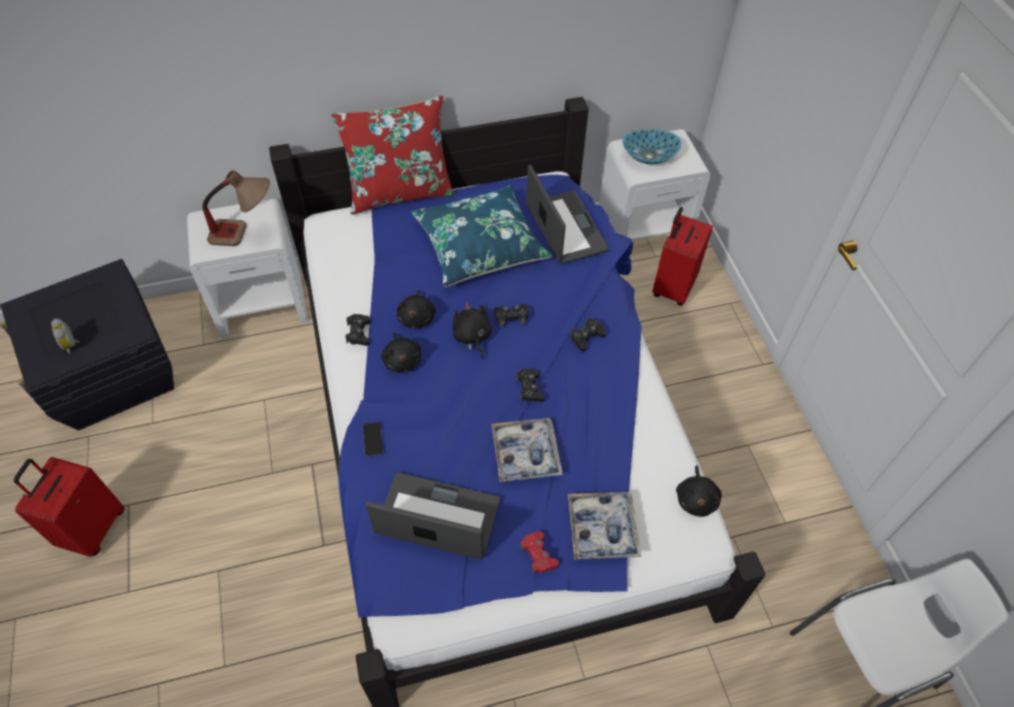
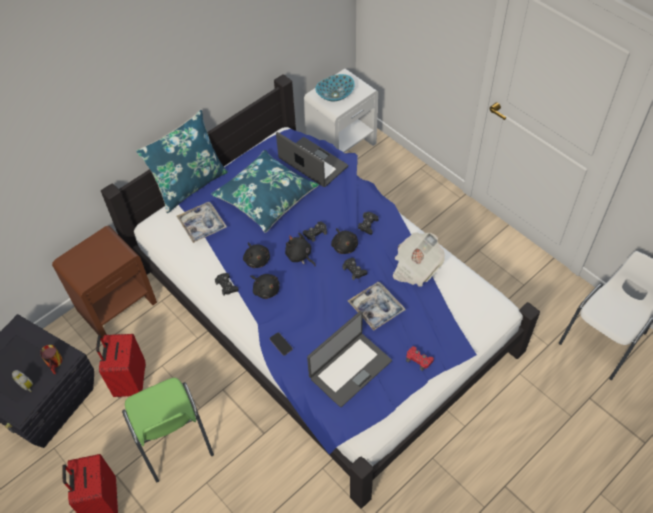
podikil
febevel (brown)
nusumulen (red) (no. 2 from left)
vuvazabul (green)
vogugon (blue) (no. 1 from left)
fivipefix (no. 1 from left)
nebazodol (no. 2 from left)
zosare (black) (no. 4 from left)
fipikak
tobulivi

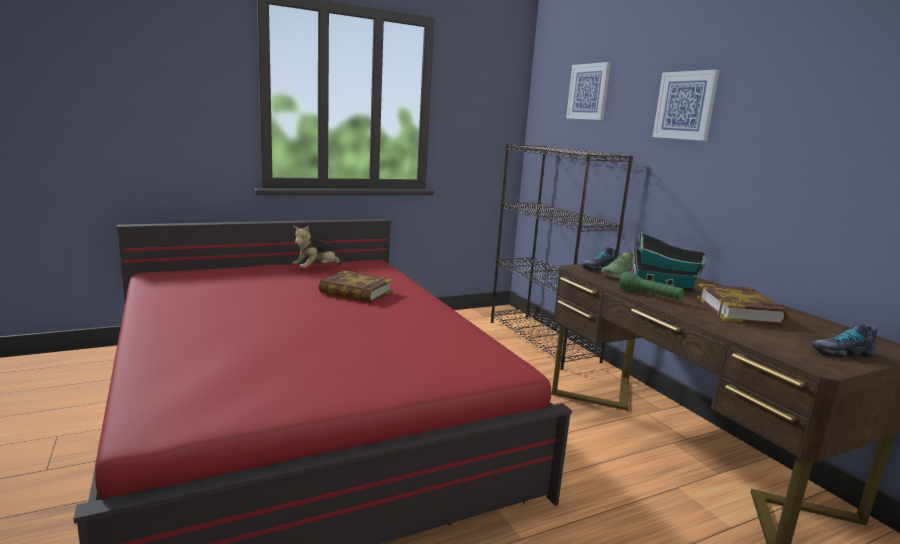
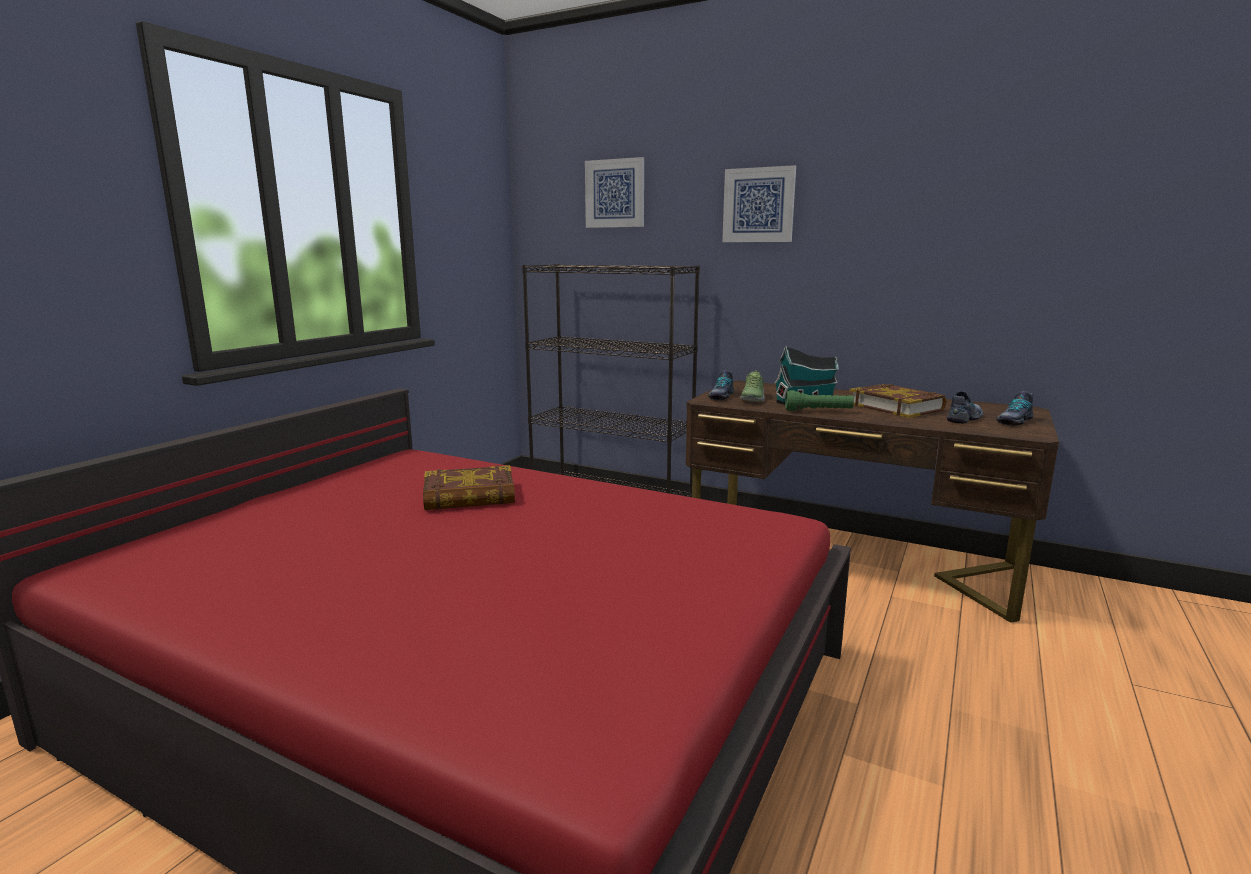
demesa (no. 3 from left)
zosare

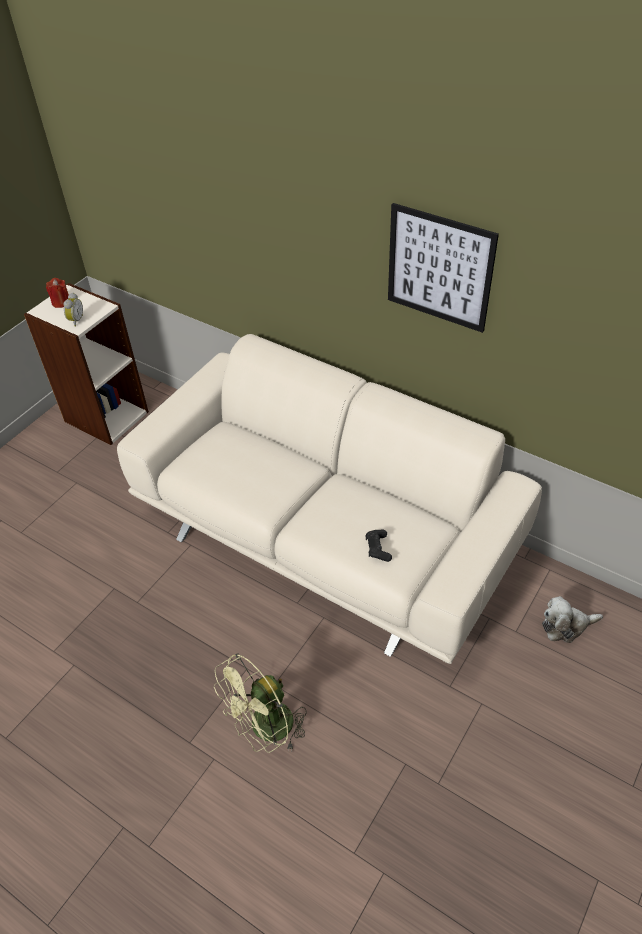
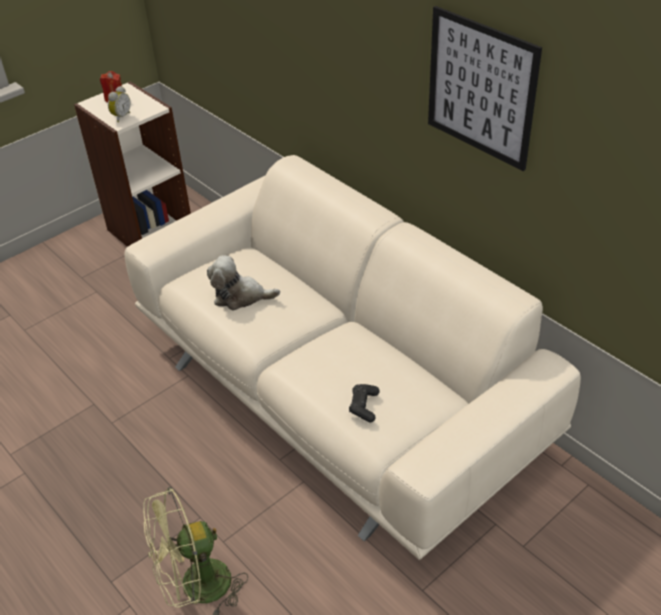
zosare

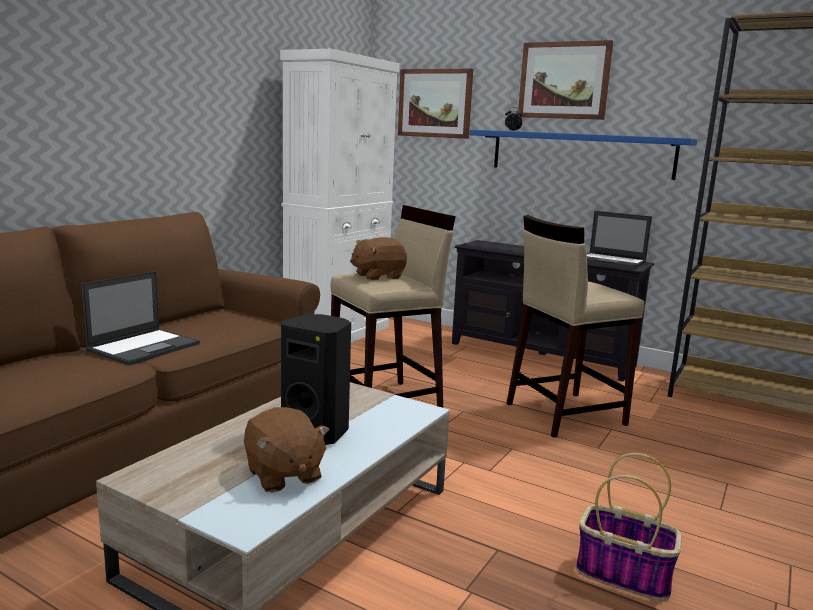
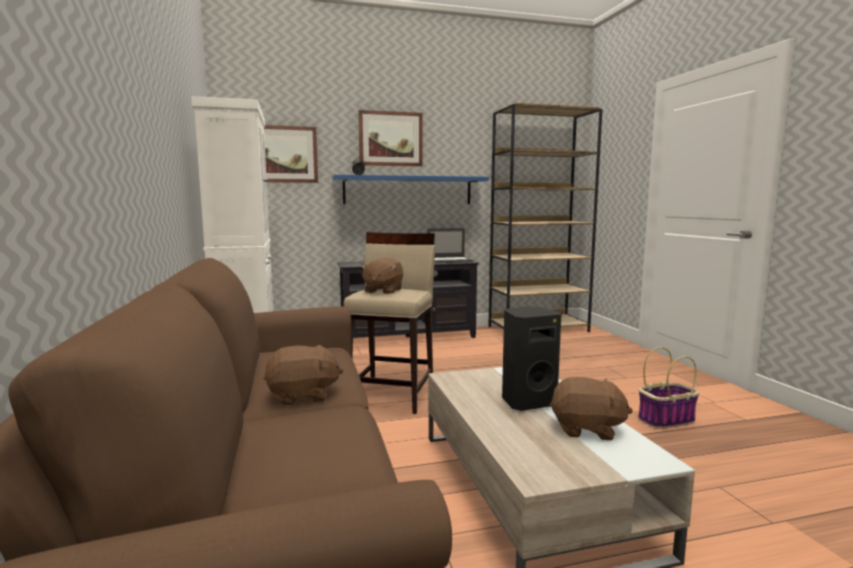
zosare (brown) (no. 1 from left)
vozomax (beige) (no. 2 from left in the first image)

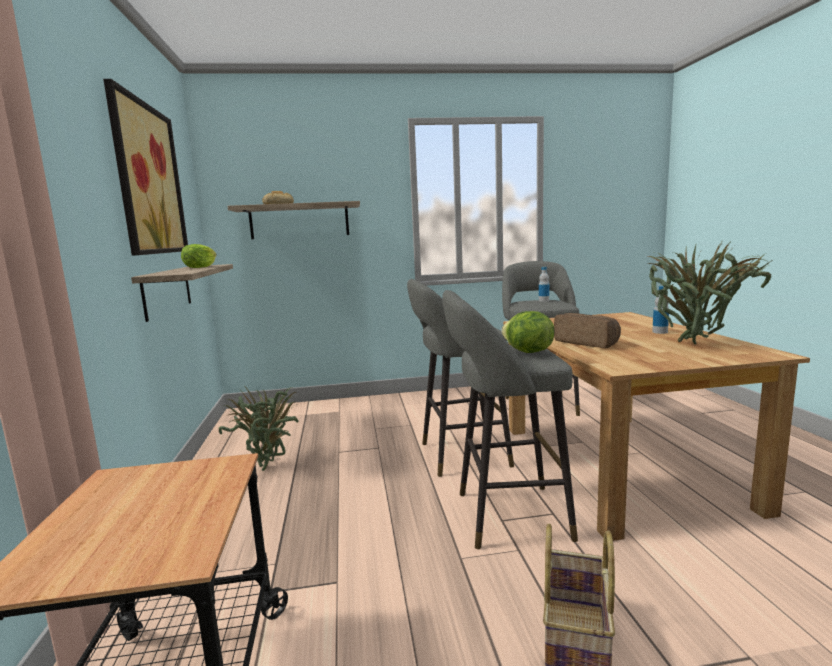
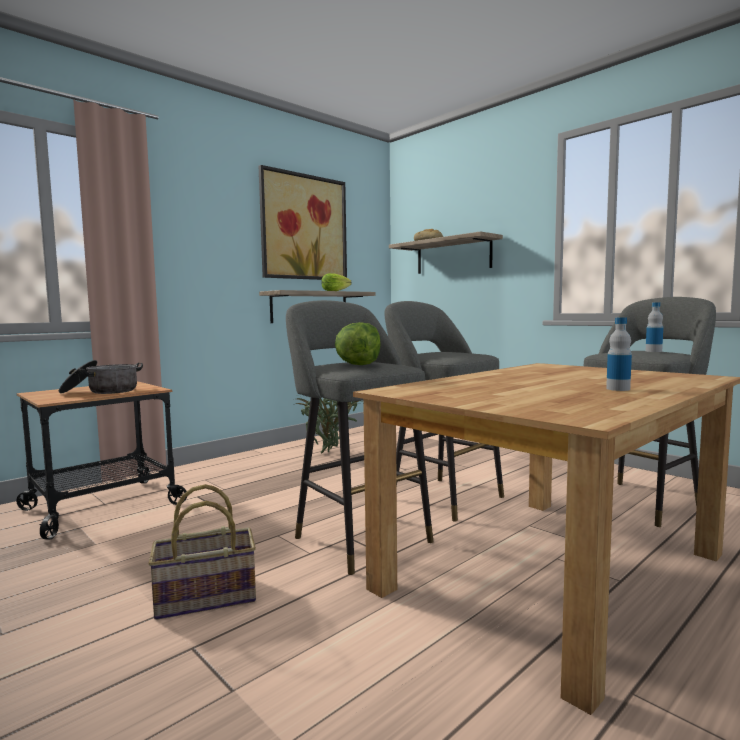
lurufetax
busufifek (no. 2 from left in the first image)
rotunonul (no. 2 from left in the first image)

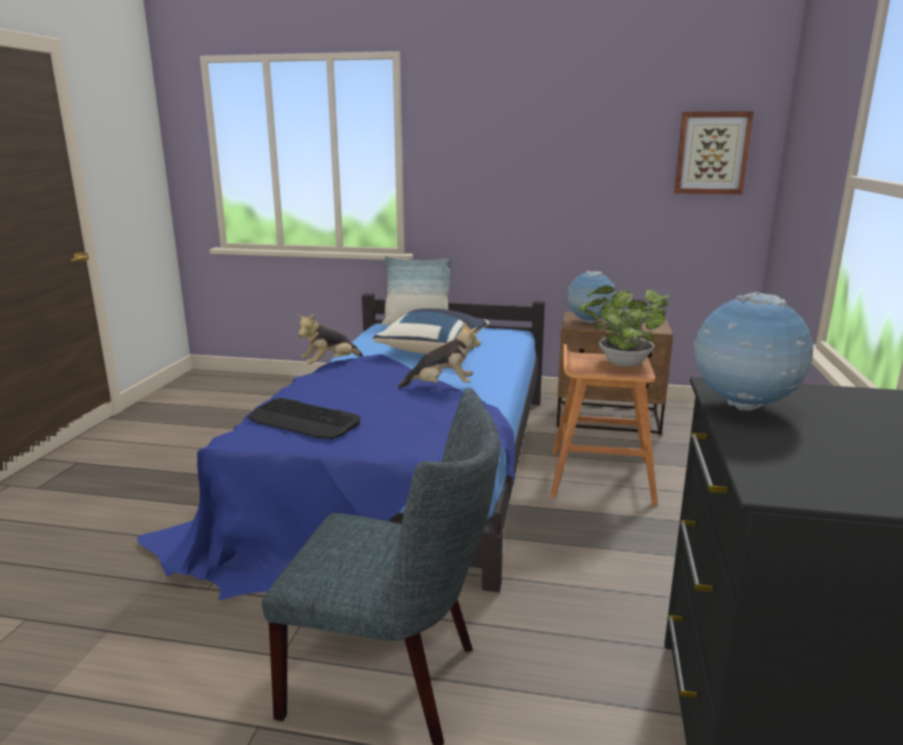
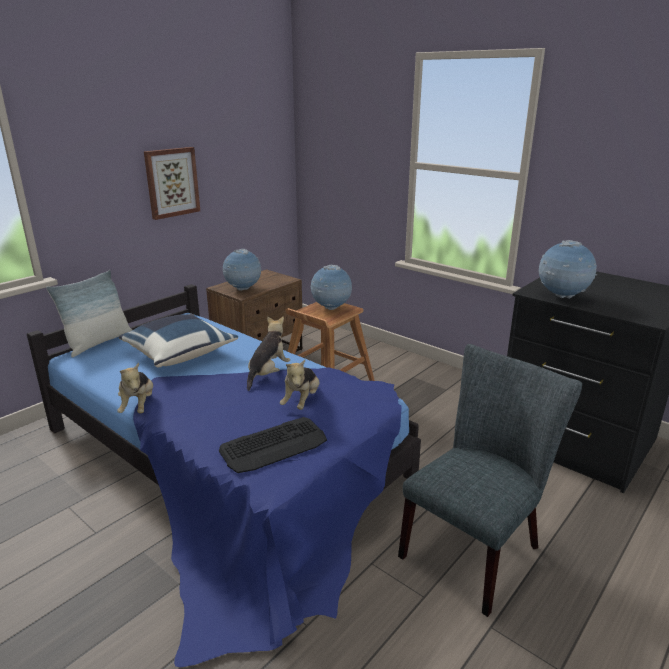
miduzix
zosare (no. 3 from left)
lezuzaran (no. 2 from left)

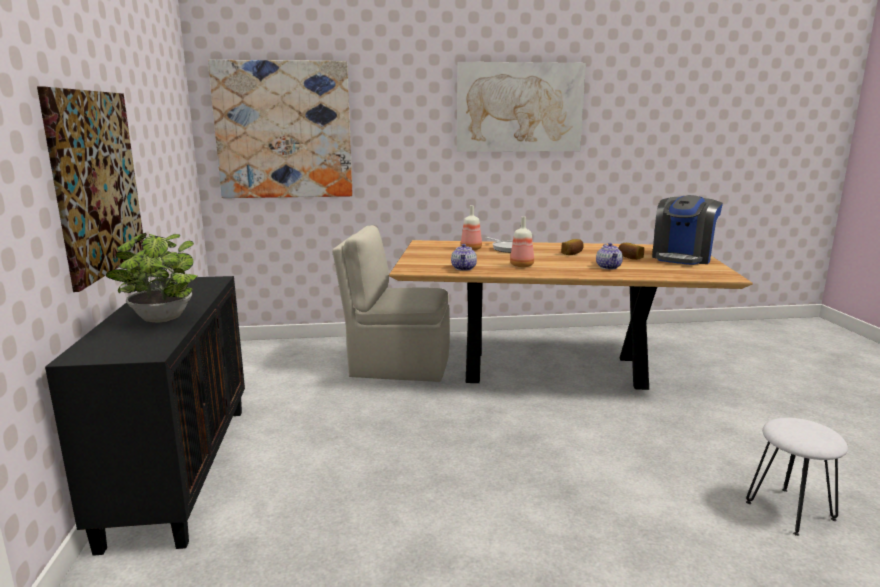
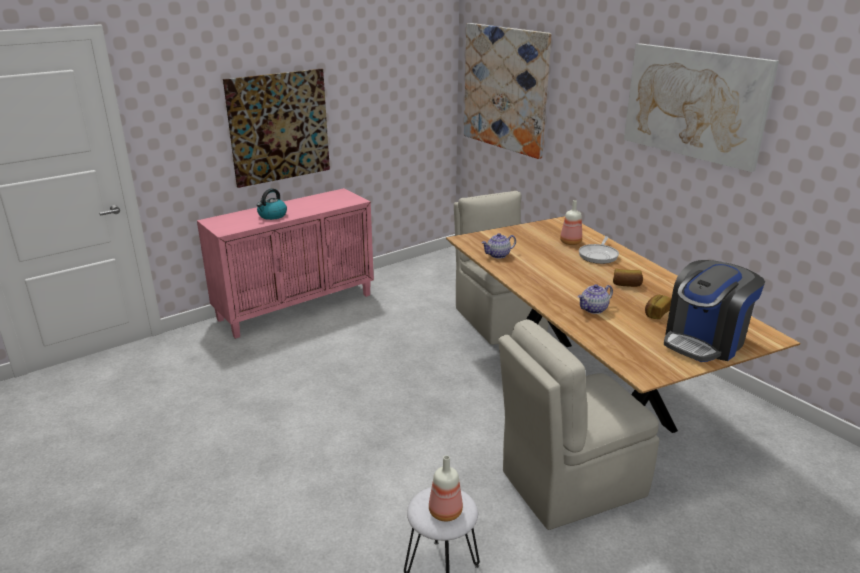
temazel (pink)
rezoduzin
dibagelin (no. 1 from left)
vuvazabul (beige) (no. 2 from left)
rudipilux

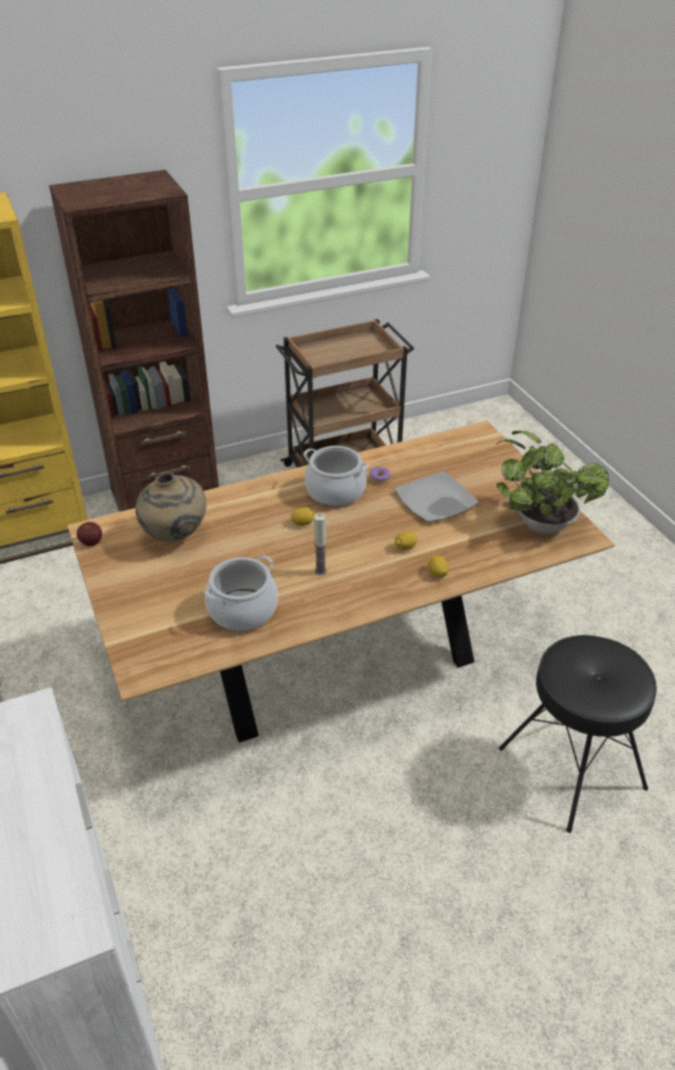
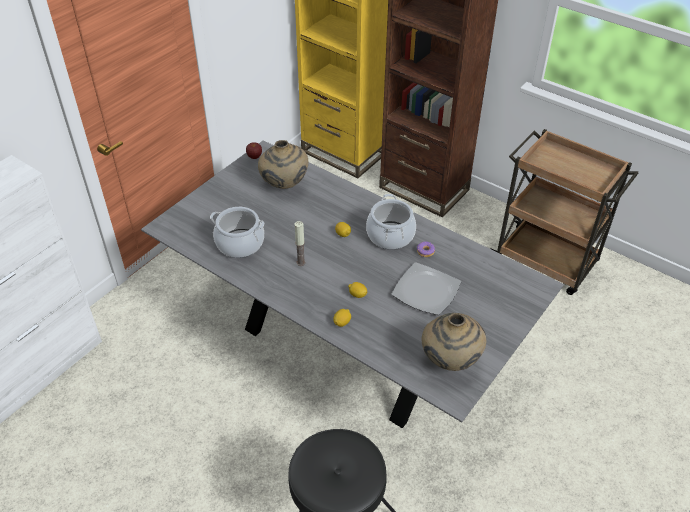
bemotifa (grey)
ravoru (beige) (no. 2 from left)

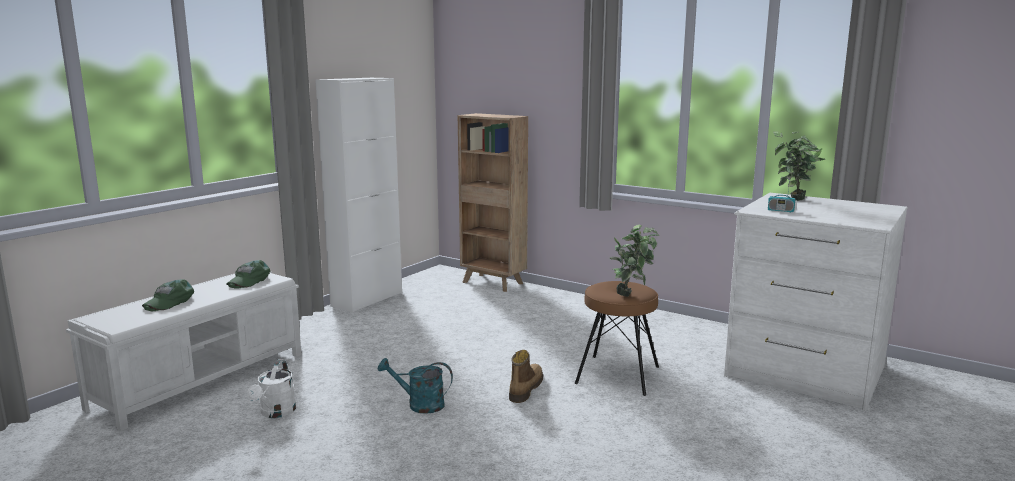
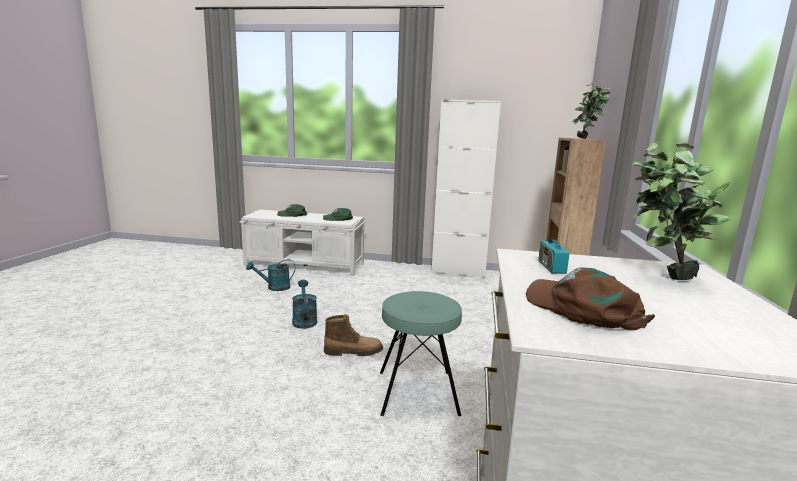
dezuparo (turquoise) (no. 1 from left)
vozomax (turquoise)
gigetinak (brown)
rotunonul (no. 1 from left)

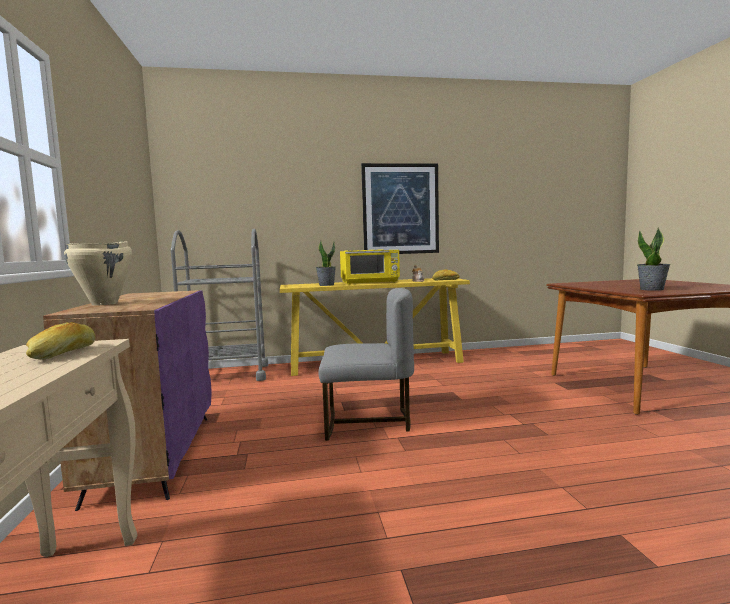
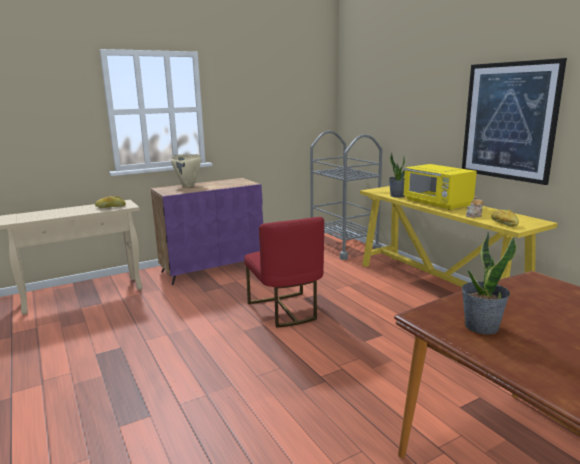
vuvazabul (red)

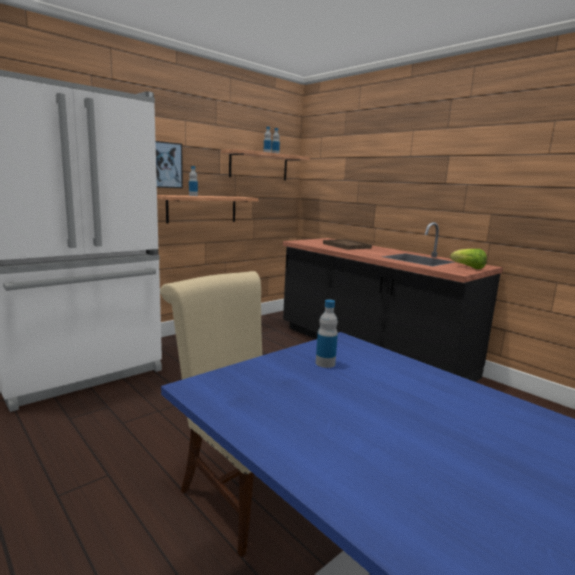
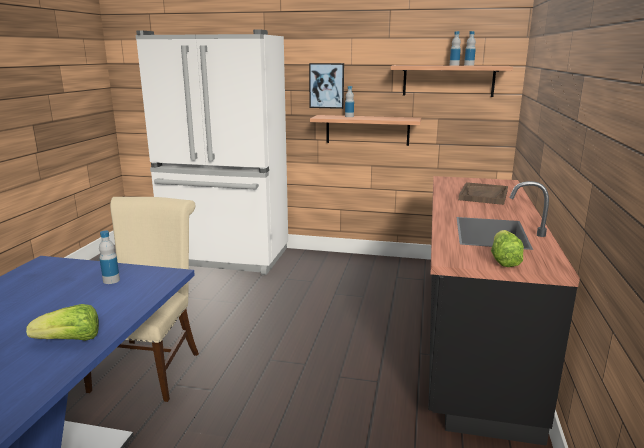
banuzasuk (no. 1 from left)

